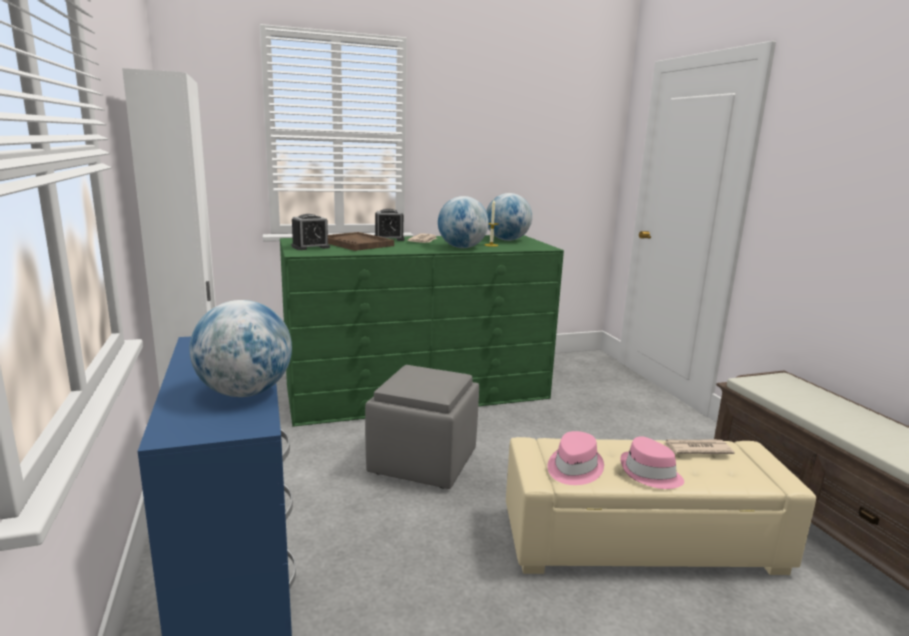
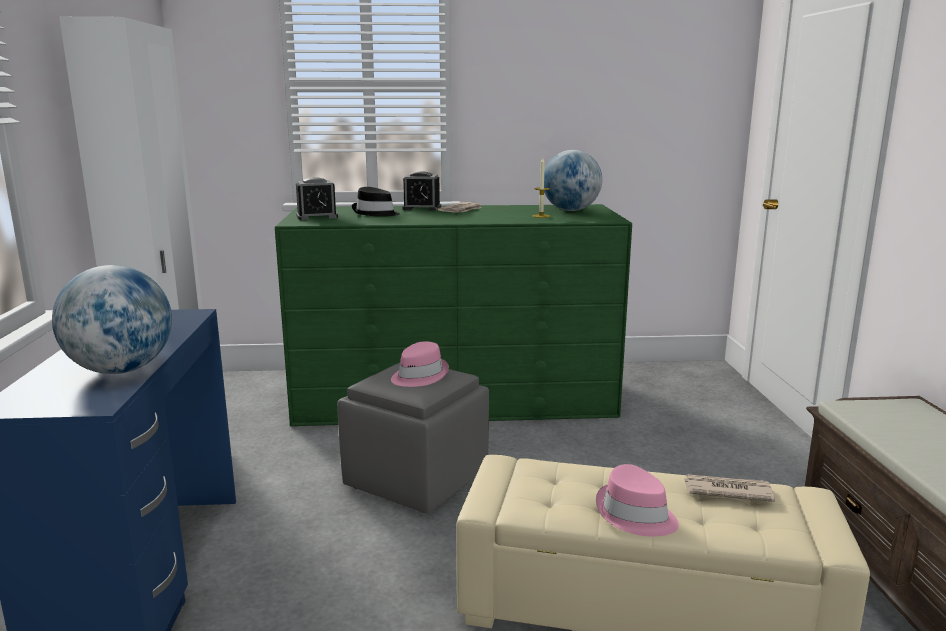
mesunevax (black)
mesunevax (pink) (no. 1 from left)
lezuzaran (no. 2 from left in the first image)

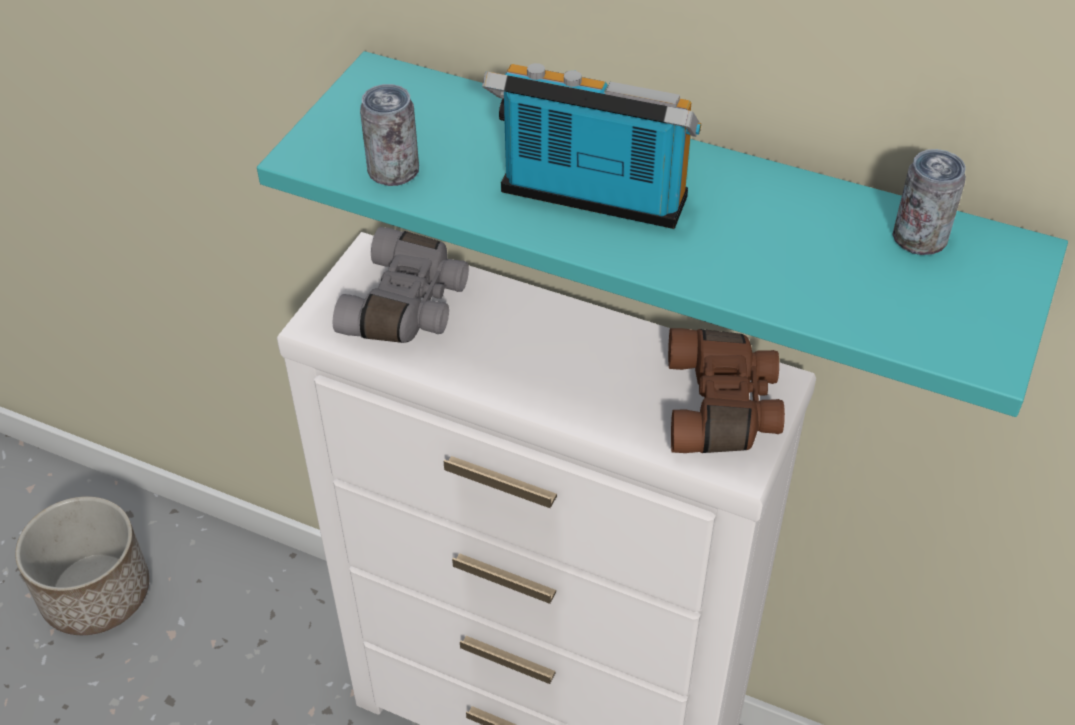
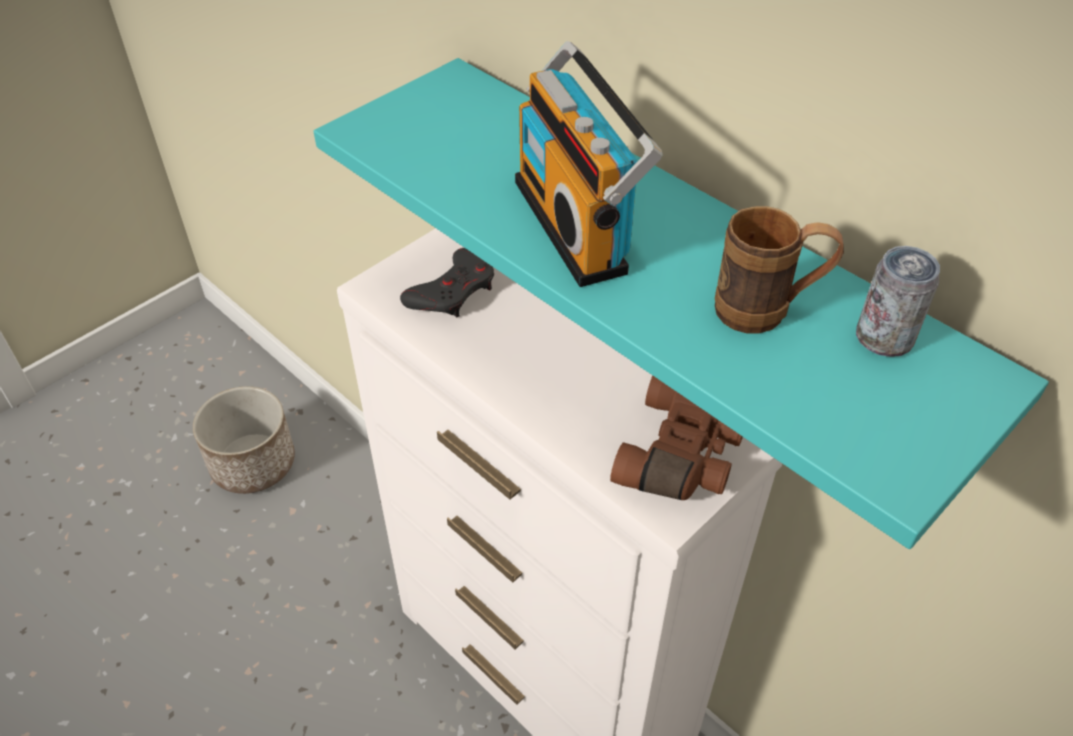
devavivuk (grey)
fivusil
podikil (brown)
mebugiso (no. 1 from left in the first image)

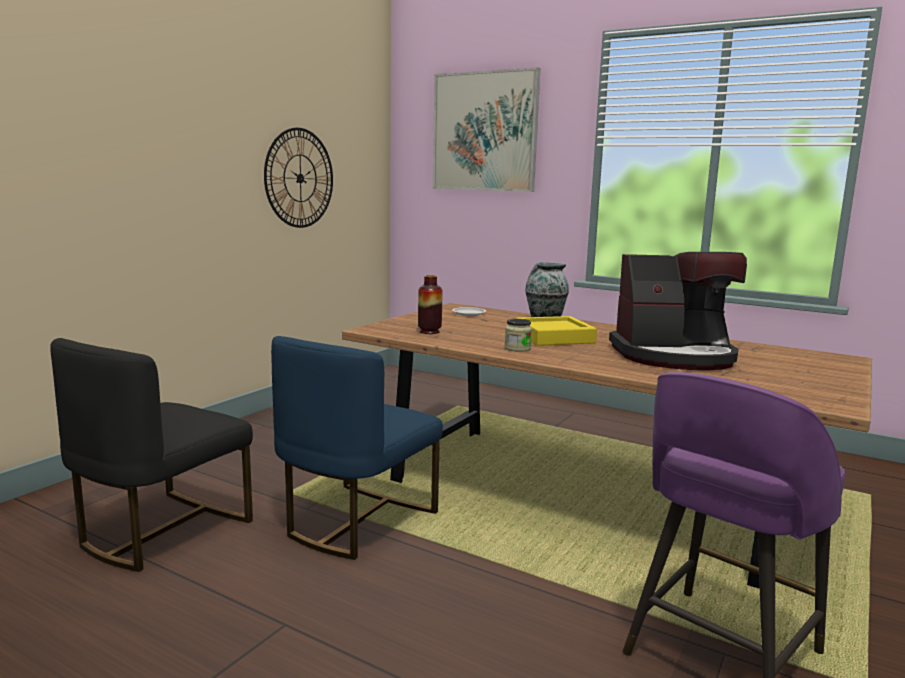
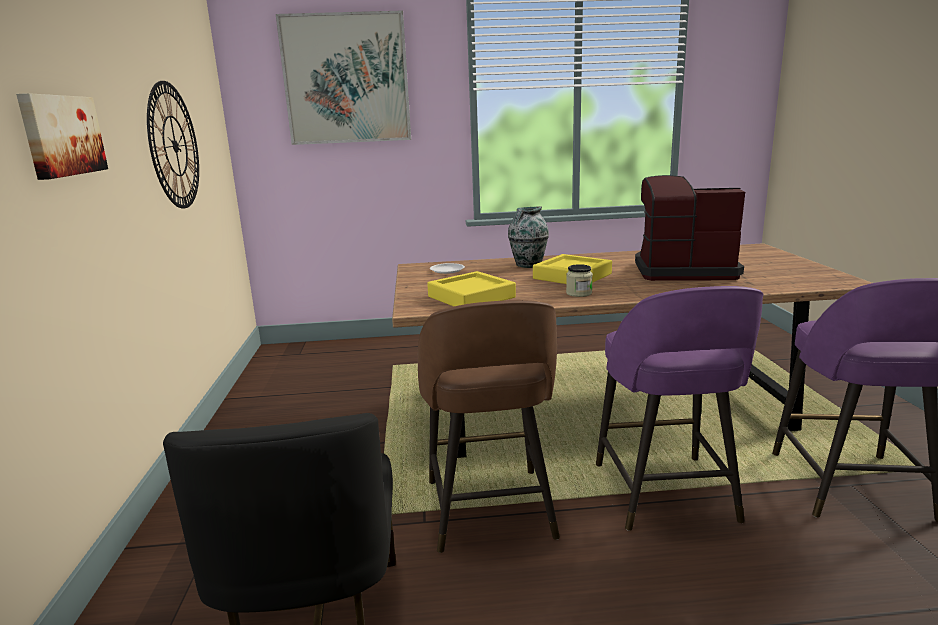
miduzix (no. 1 from left)
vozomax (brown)
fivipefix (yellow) (no. 1 from left)
vozomax (purple) (no. 1 from left)
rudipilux

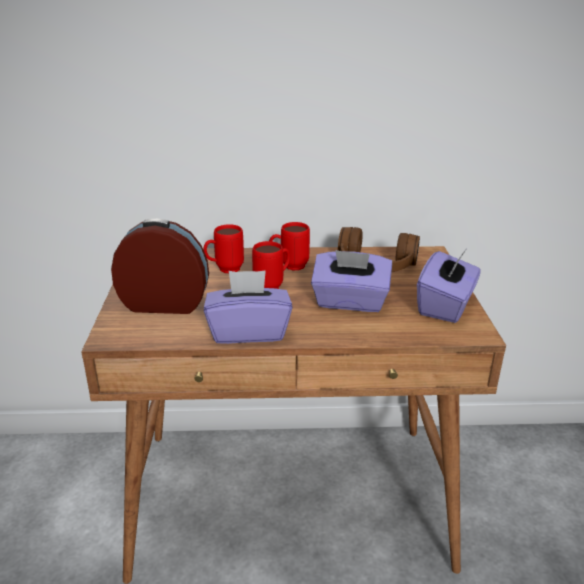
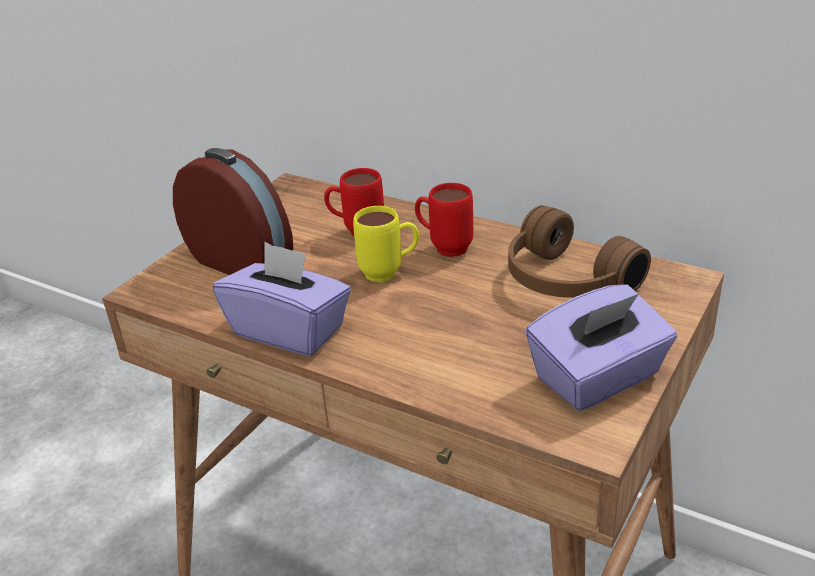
podikil (yellow)
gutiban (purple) (no. 2 from left in the first image)

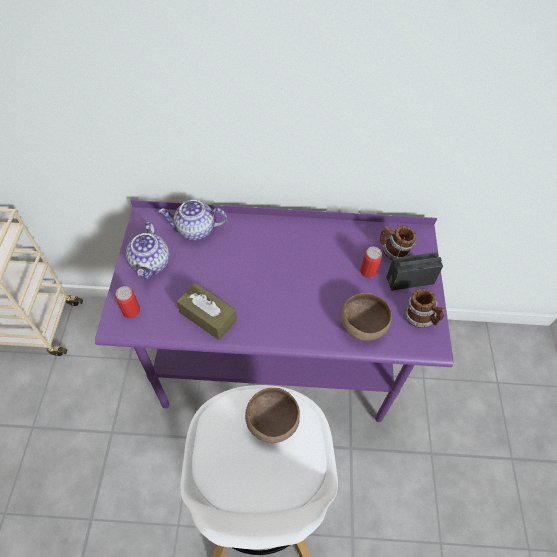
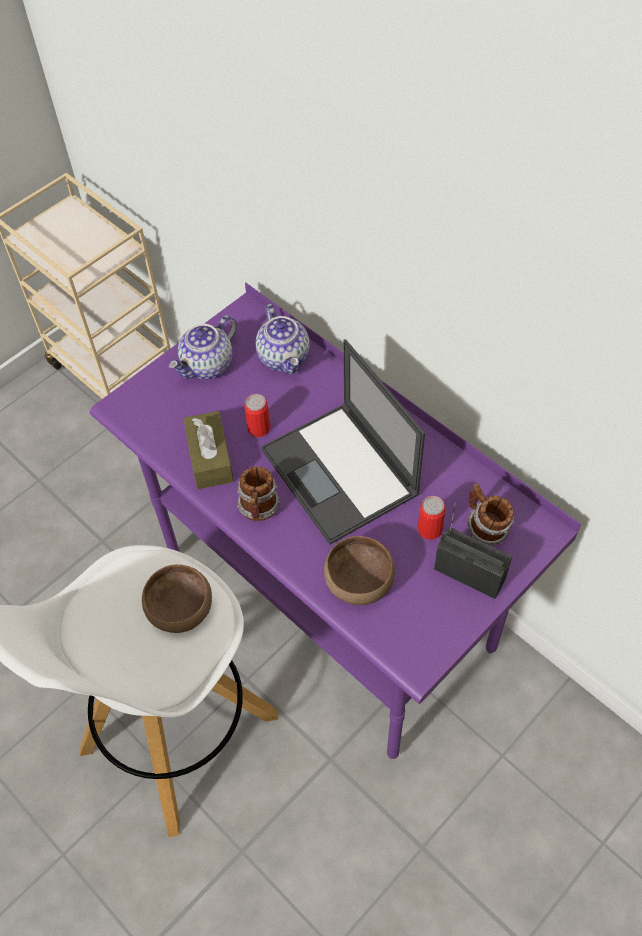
podikil (no. 1 from left)
mebugiso (no. 1 from left)
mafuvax (no. 2 from left)
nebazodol

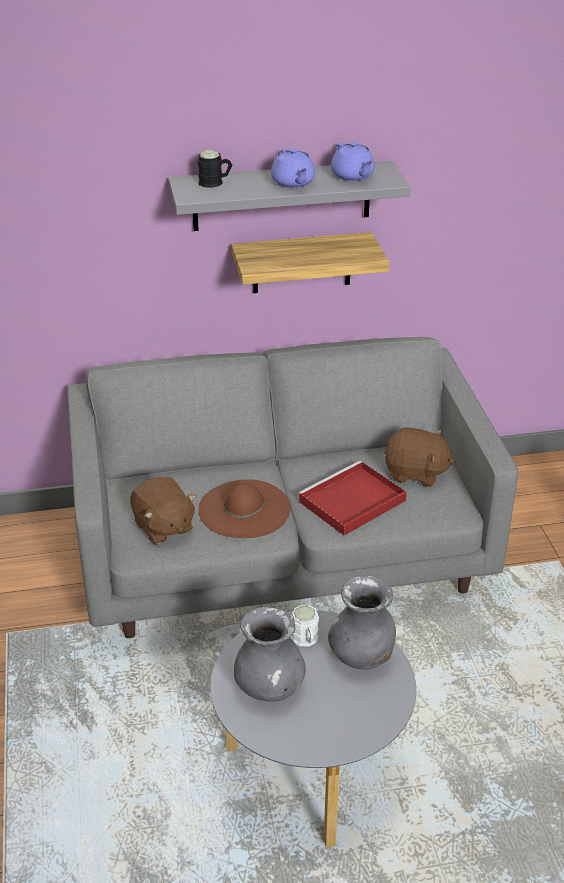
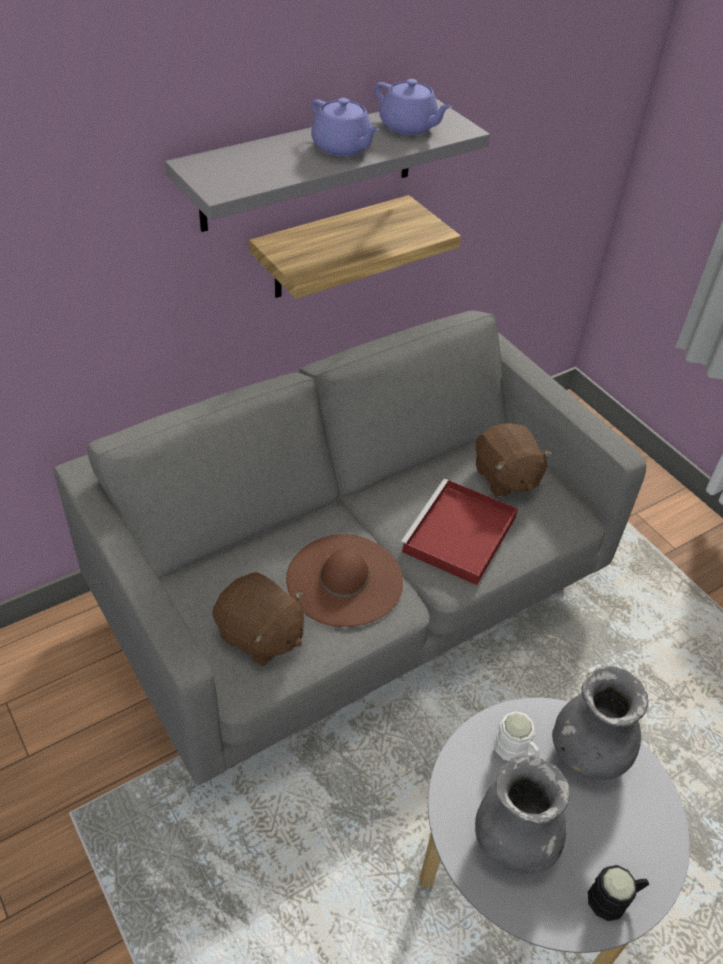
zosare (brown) (no. 2 from left)
podikil (black)

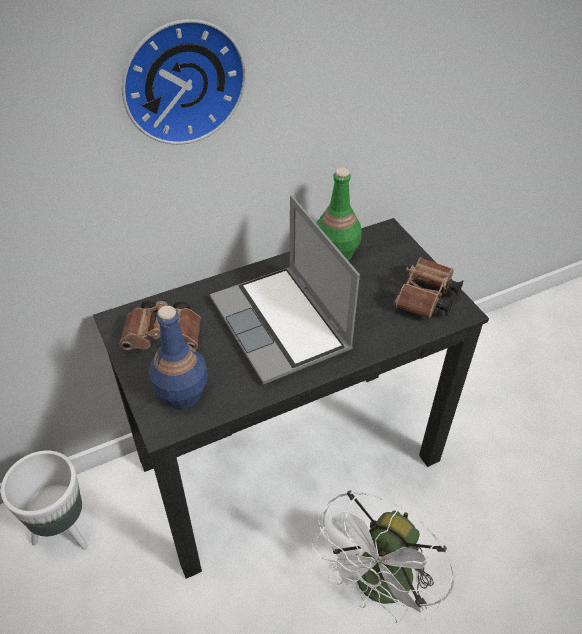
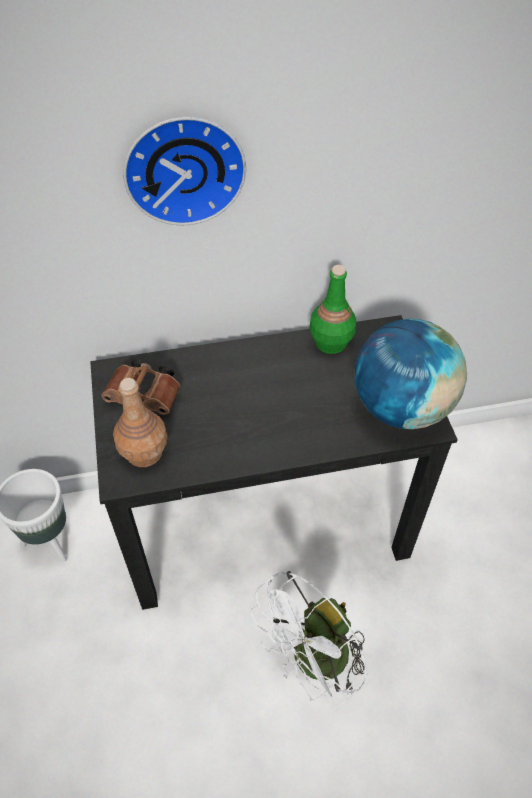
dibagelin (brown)
lezuzaran
nebazodol

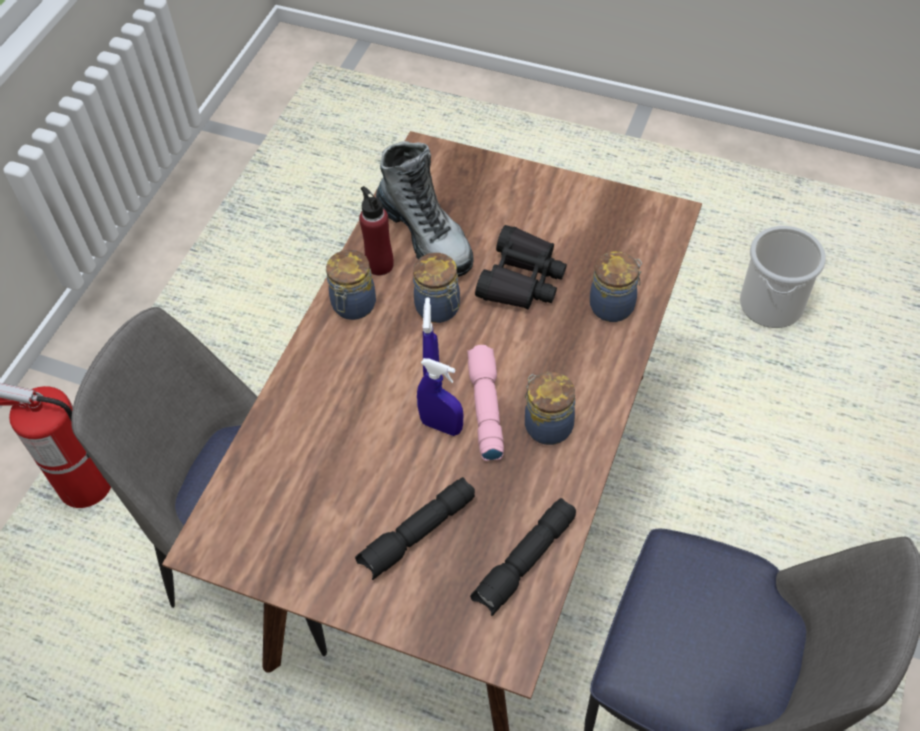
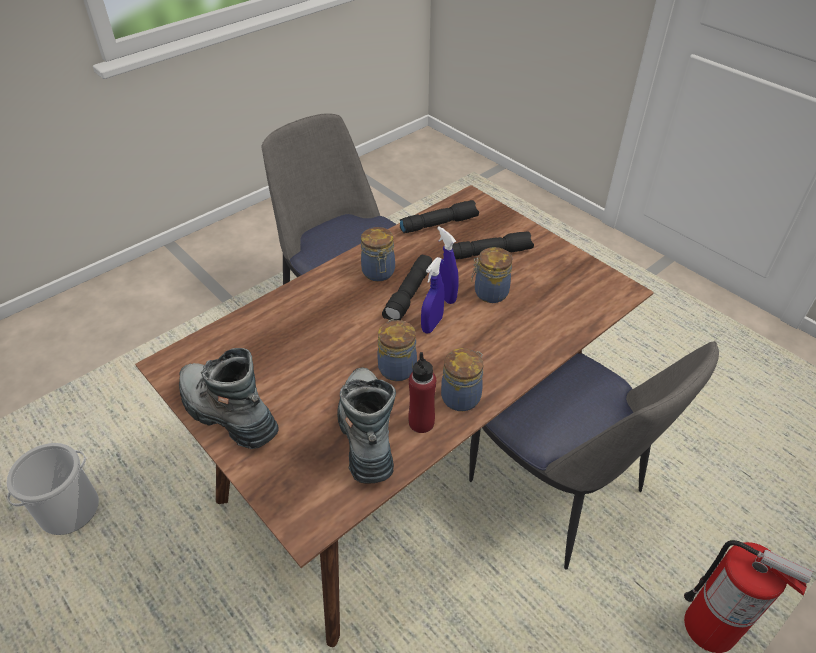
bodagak (no. 1 from left)
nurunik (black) (no. 1 from left)
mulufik (no. 4 from left)
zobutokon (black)

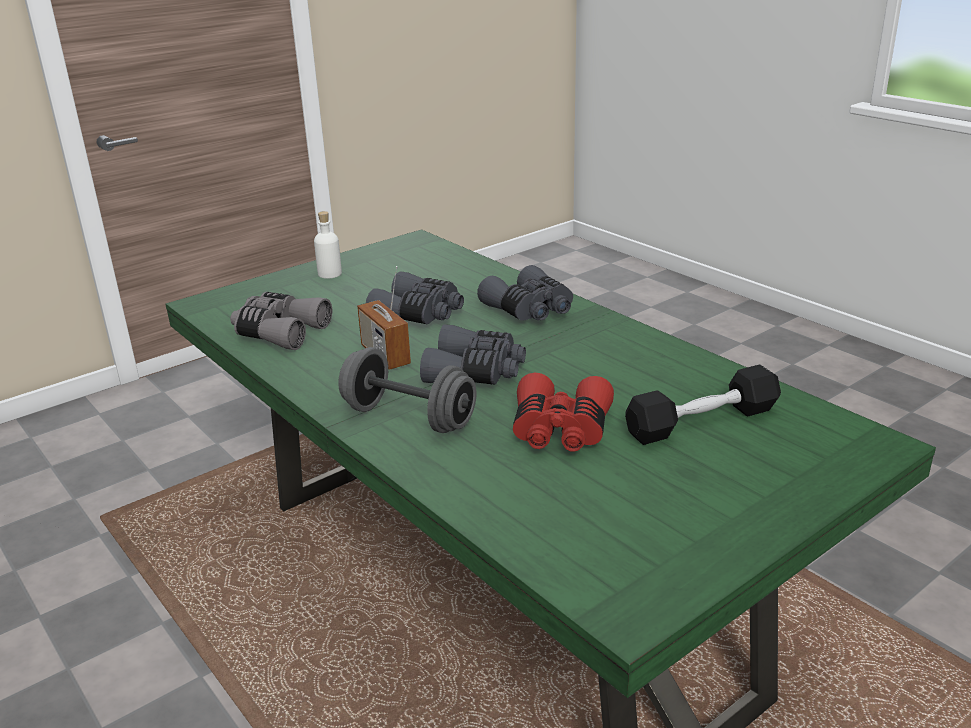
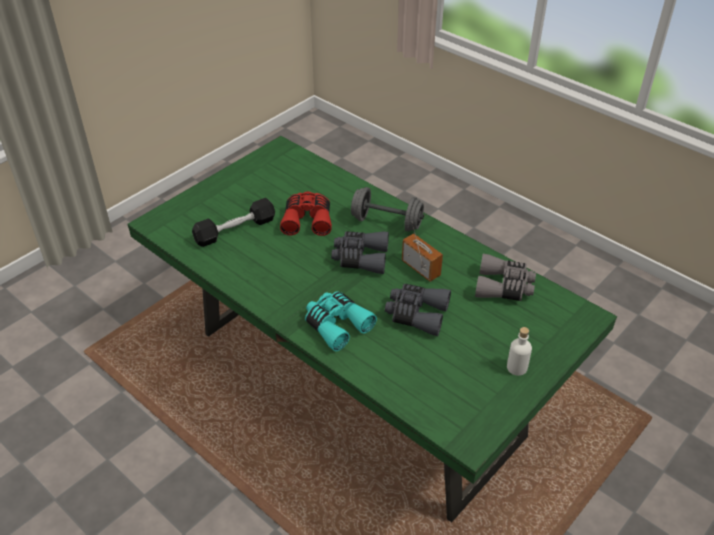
zobutokon (turquoise)

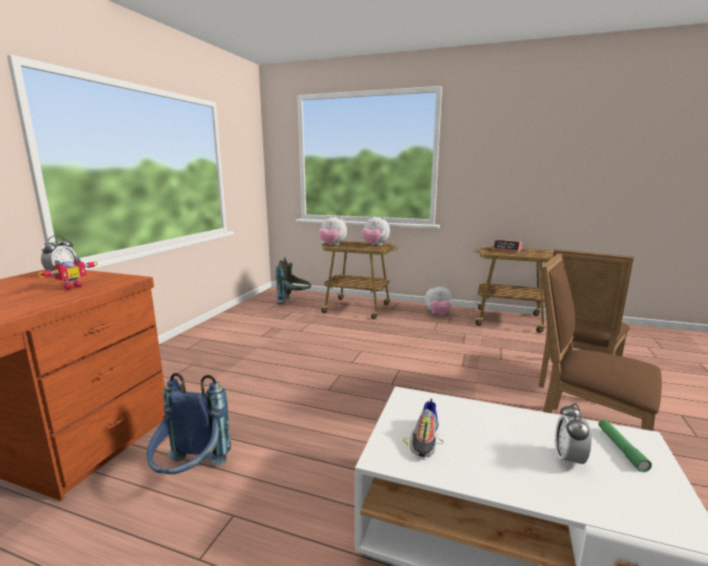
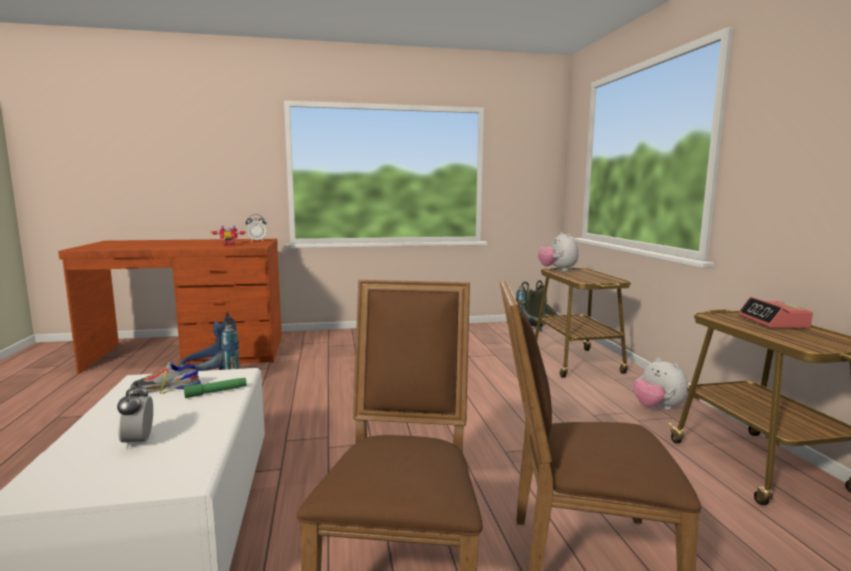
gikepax (no. 1 from left)
nurunik (green)
zosare (no. 2 from left in the first image)

